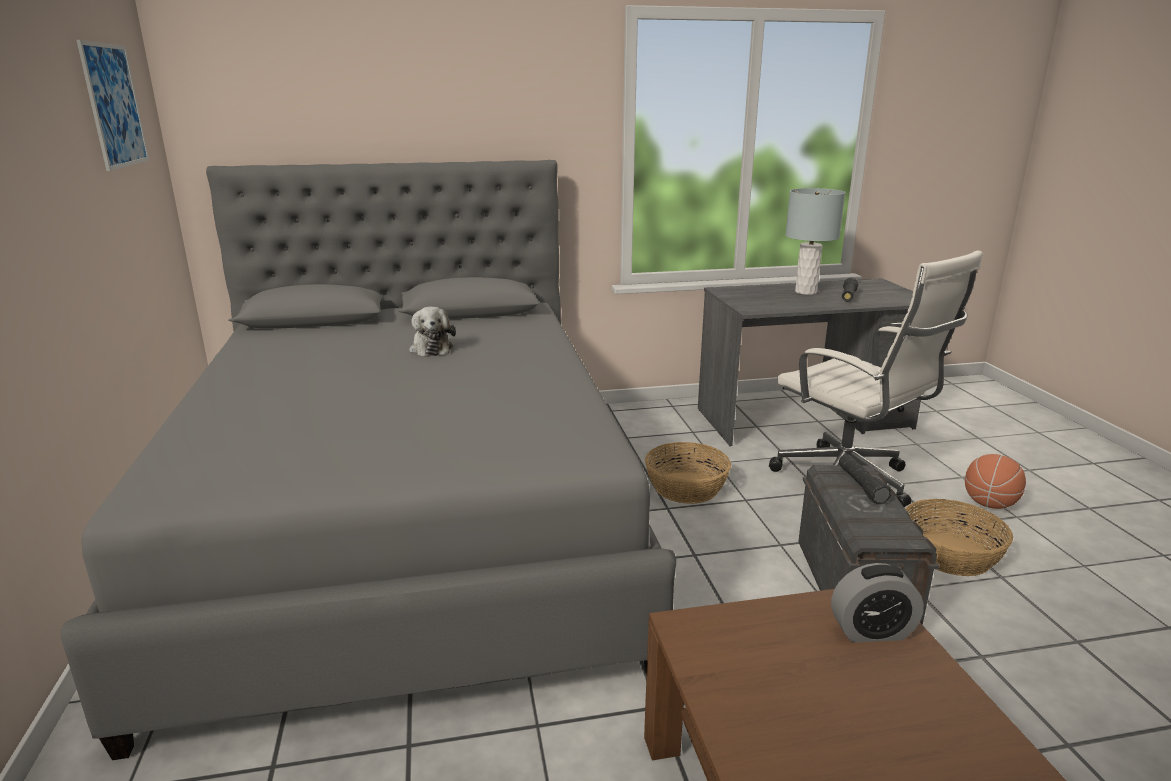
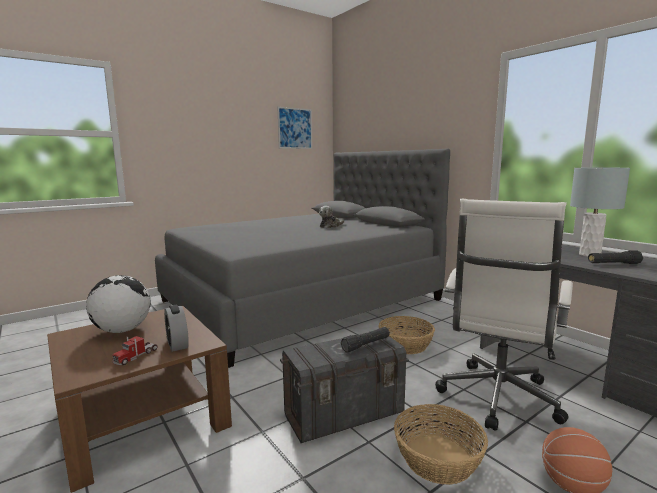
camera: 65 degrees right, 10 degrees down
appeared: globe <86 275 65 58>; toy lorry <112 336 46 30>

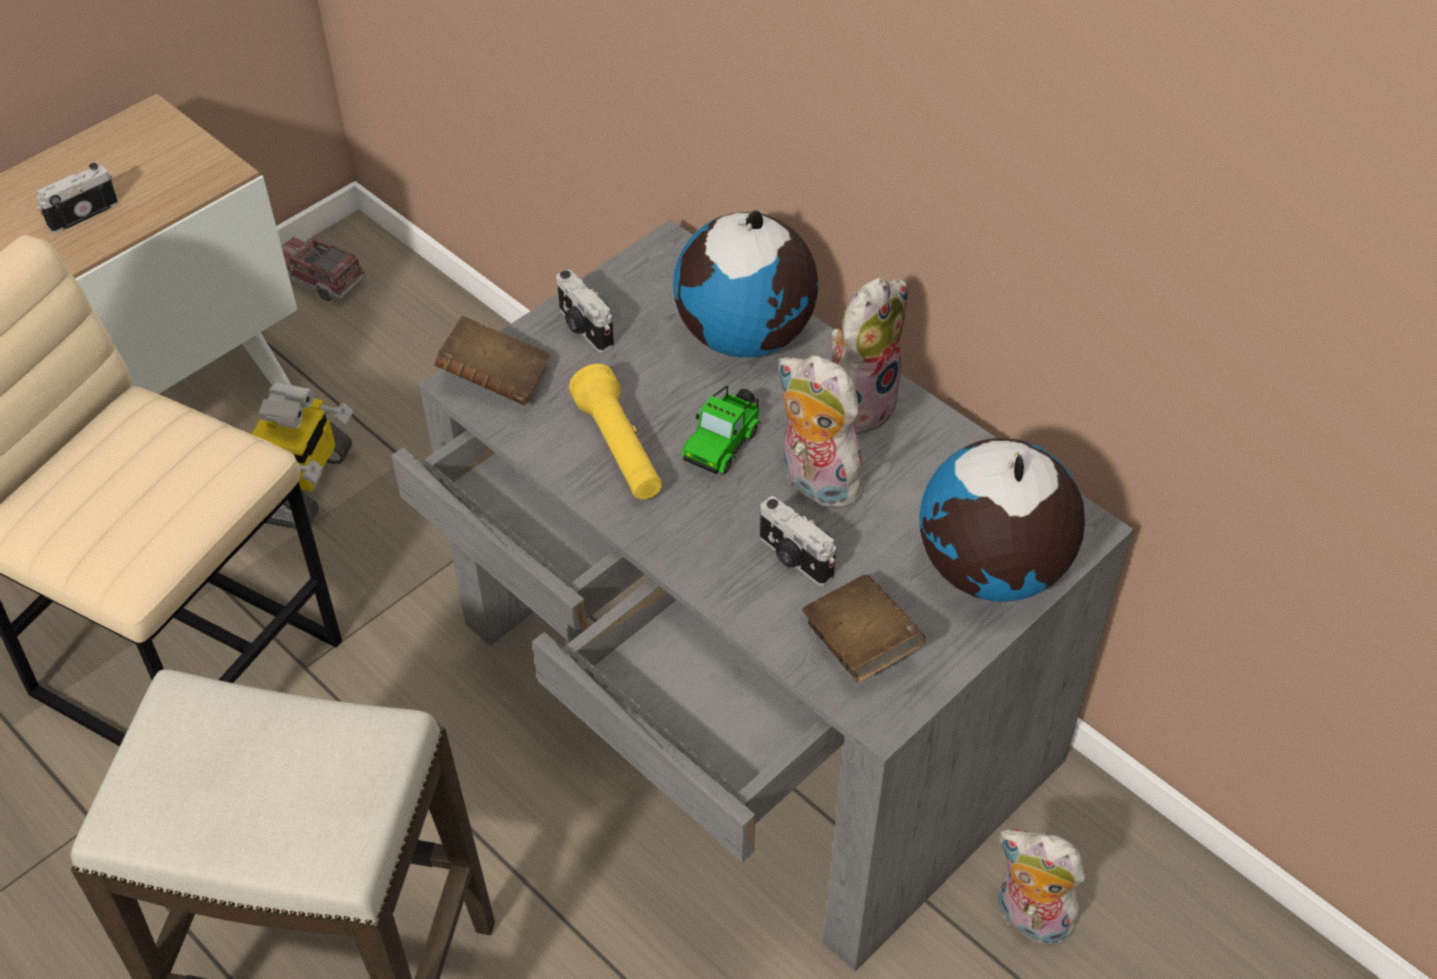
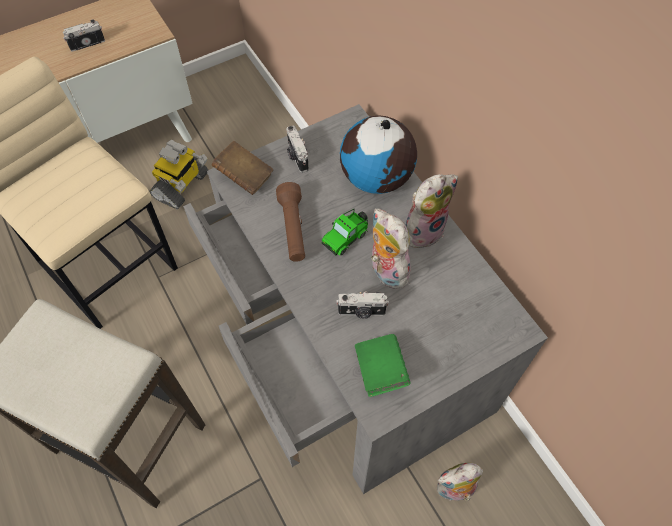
camera: 15 degrees right, 10 degrees up
missing: toy lorry <281 236 86 66>; globe <919 438 166 164>
colour: yellowish flashlight <569 364 93 136> to brown-coloured flashlight <276 182 29 80>; brown-coloured book <802 575 124 107> to green-coloured book <355 334 56 63>
spun: still camera <760 496 76 90> = <336 291 53 28> 60 degrees counterclockwise; plush toy <998 829 87 118> = <437 463 46 39> 60 degrees counterclockwise

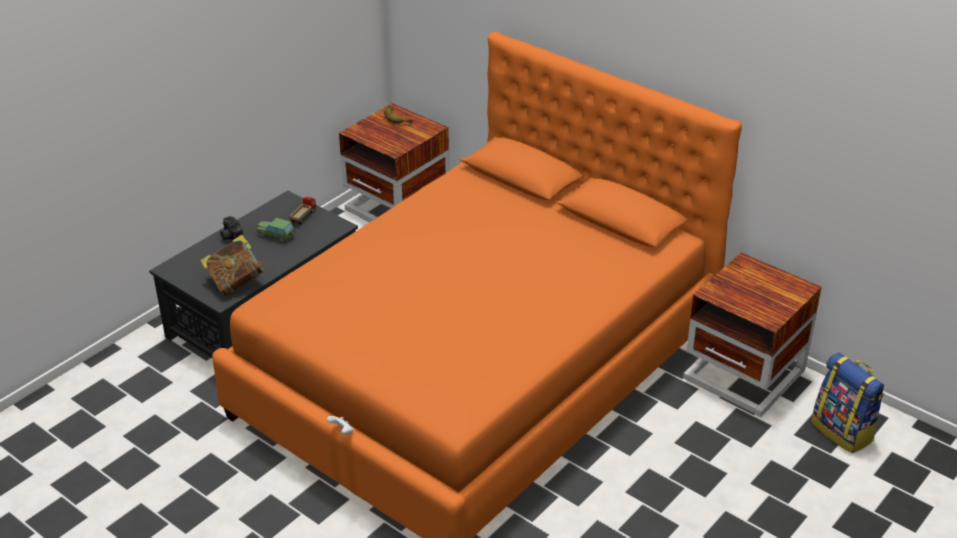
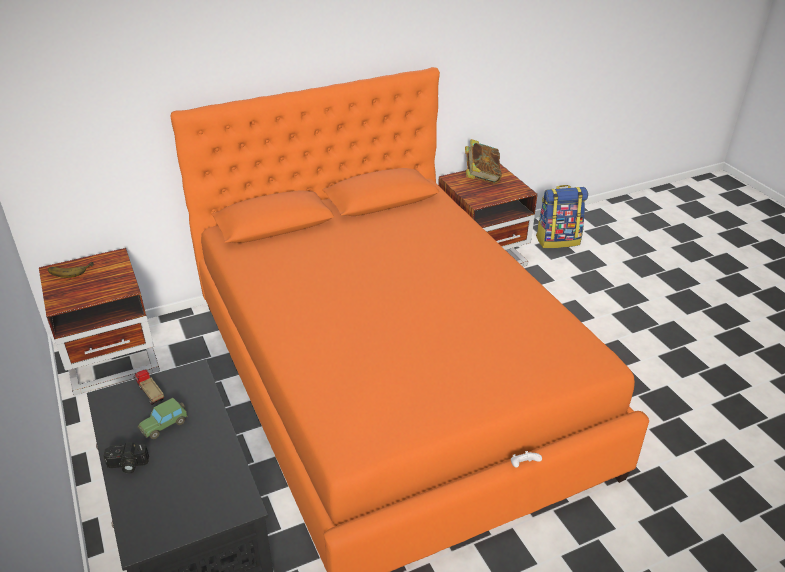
camera: 65 degrees left, 0 degrees up
relocated: book <200 235 66 61> to <465 139 37 45>

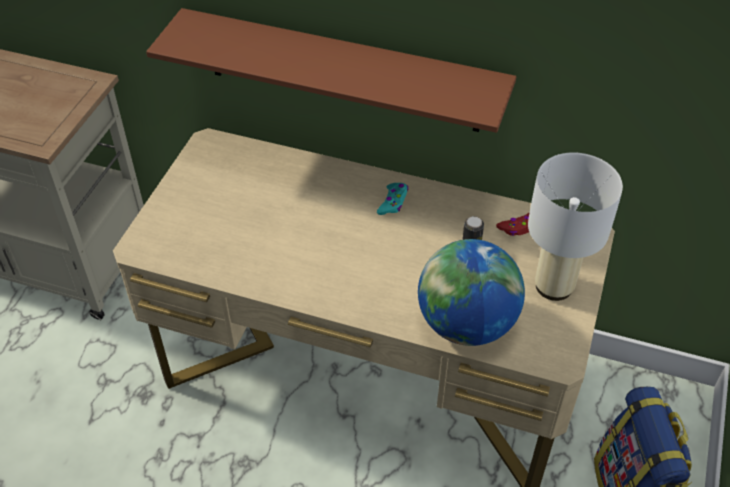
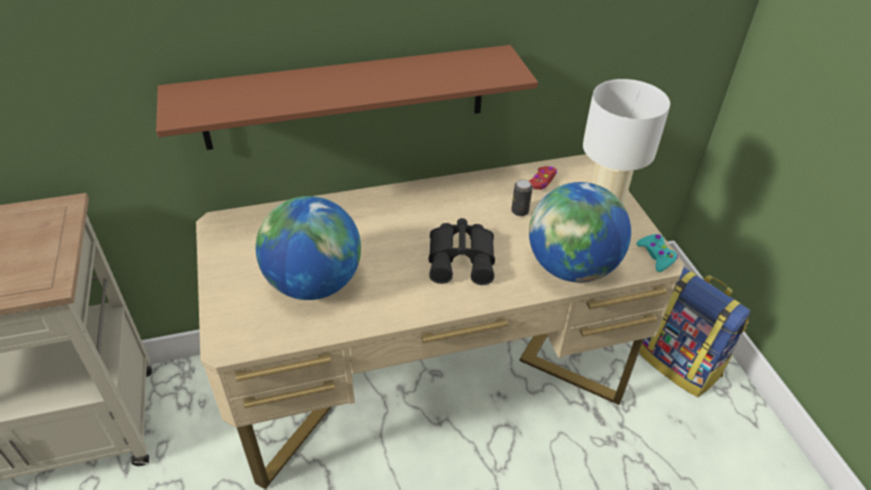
camera: 35 degrees left, 5 degrees down
appeared: globe <256 196 105 104>; blackish pair of binoculars <429 218 66 67>
relocated: turquoise game controller <377 183 31 32> to <636 234 42 38>

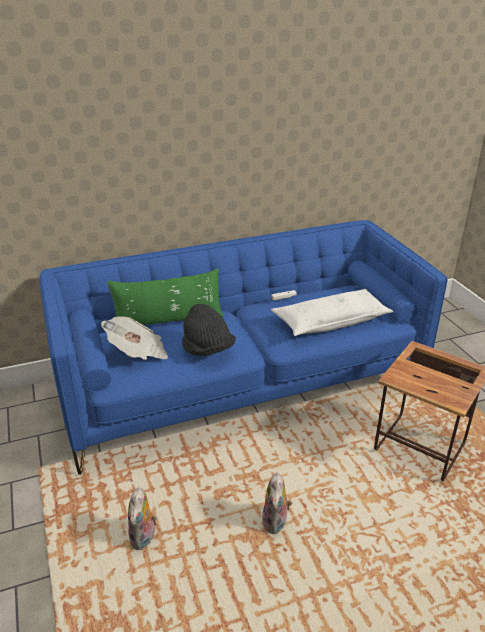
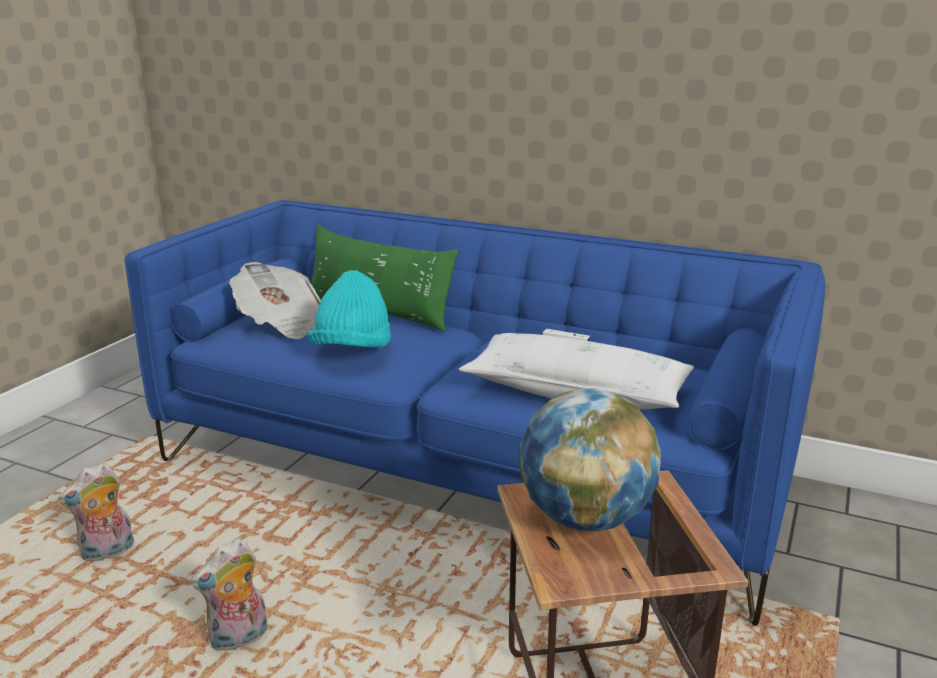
camera: 45 degrees right, 10 degrees down
appeared: globe <519 388 142 143>
colour: blackish hat <182 304 54 52> to turquoise hat <308 270 83 77>

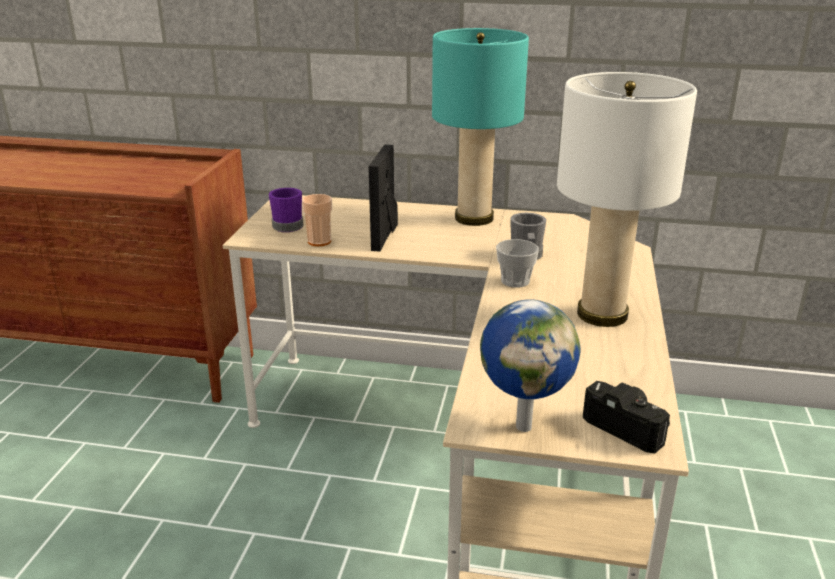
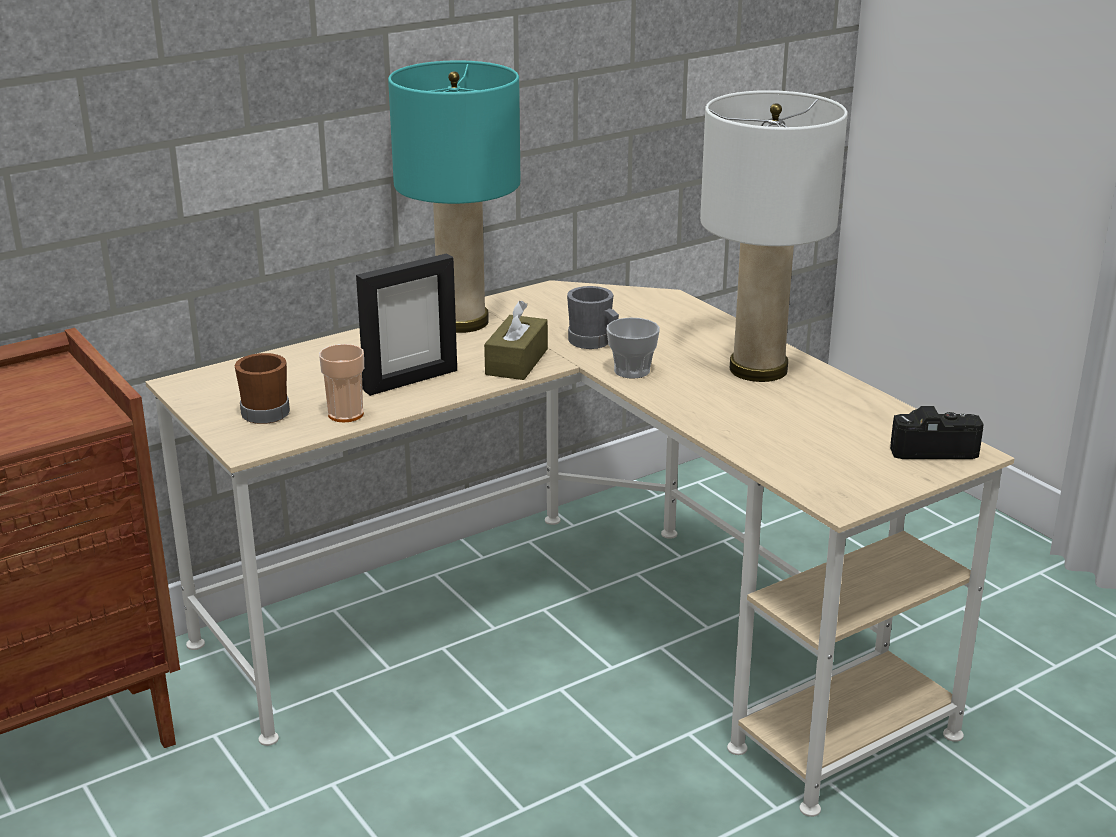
camera: 45 degrees left, 0 degrees up
missing: globe <480 299 100 133>
appeared: brown-coloured tissue holder <484 301 64 79>
colour: purple mug <269 188 34 44> to brown-coloured mug <235 353 55 71>
spun: standing frame <369 145 29 107> = <356 253 101 143> 90 degrees counterclockwise

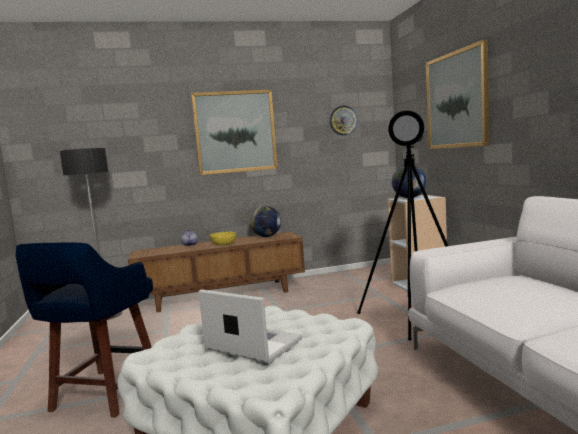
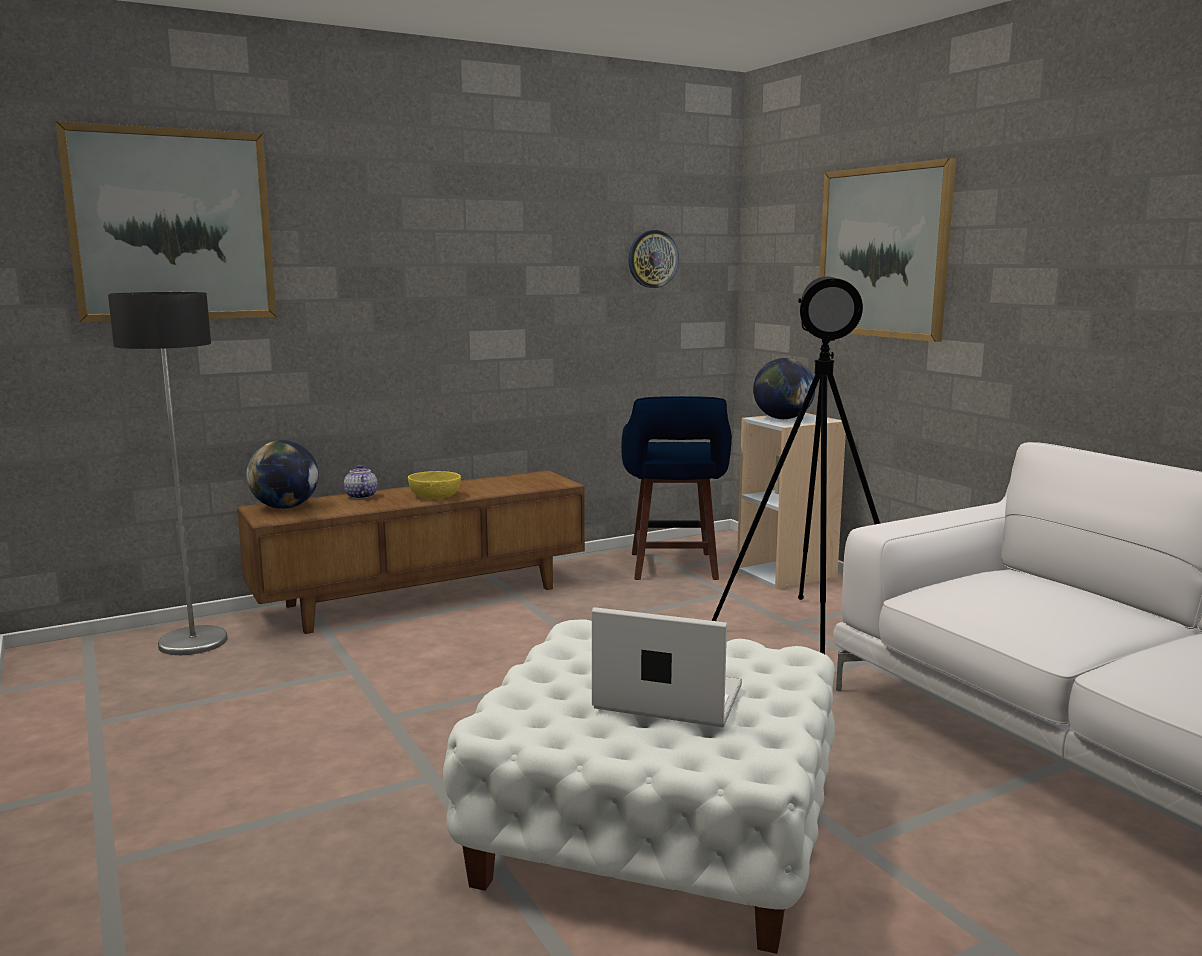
camera: 15 degrees left, 5 degrees up
relocated: wall picture <191 90 87 85> to <55 121 222 202>; globe <250 206 31 31> to <246 440 73 69>; bluish sitting stool <16 242 137 176> to <621 396 111 184>

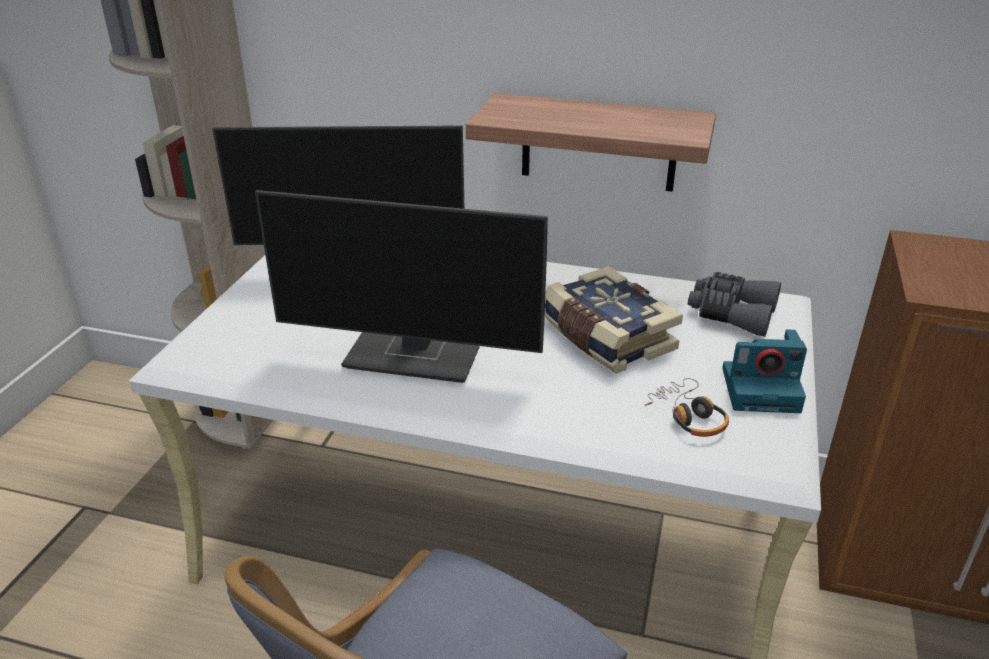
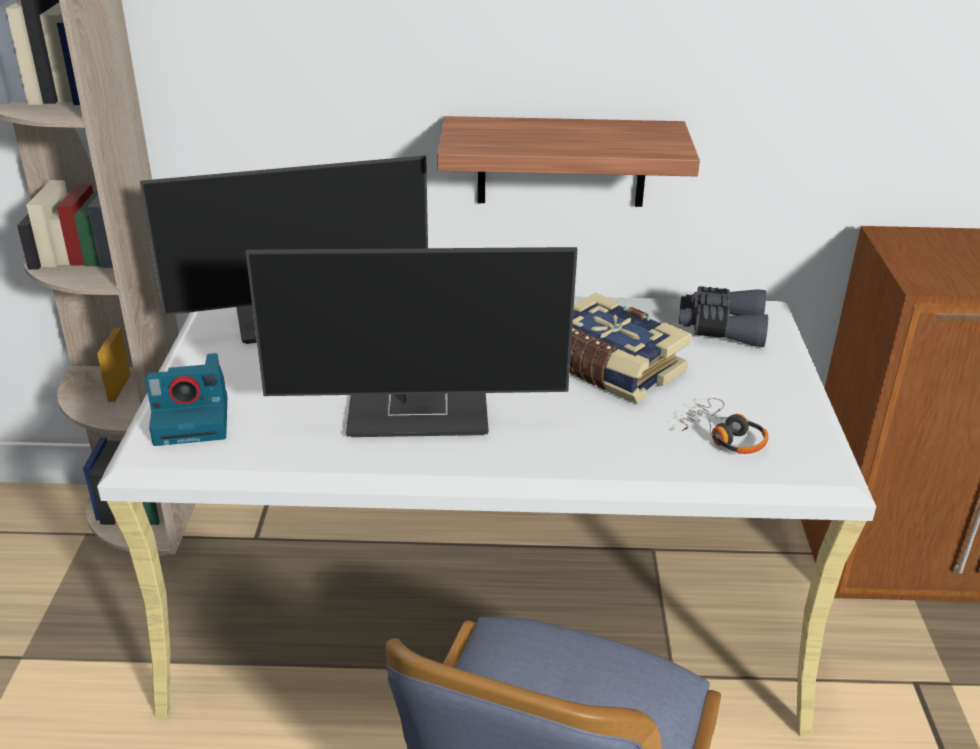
camera: 15 degrees left, 0 degrees up
relocated: still camera <722 330 85 83> to <145 353 82 93>

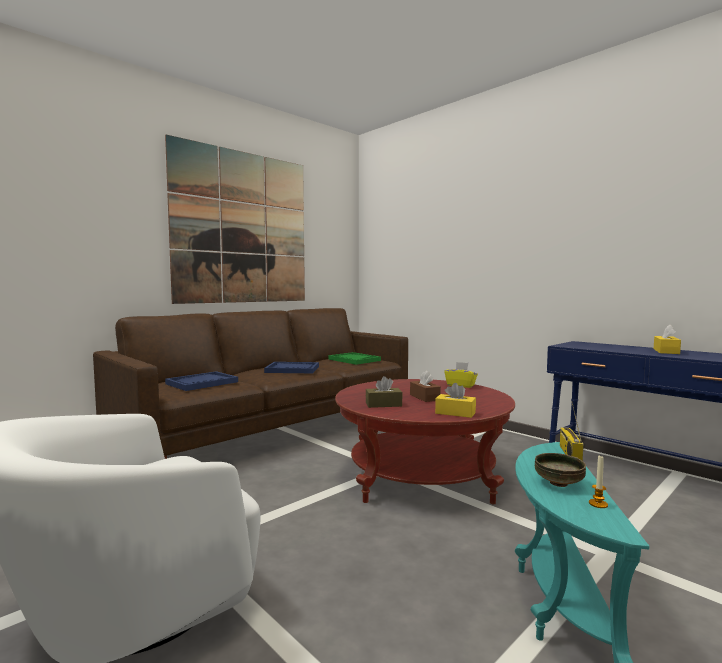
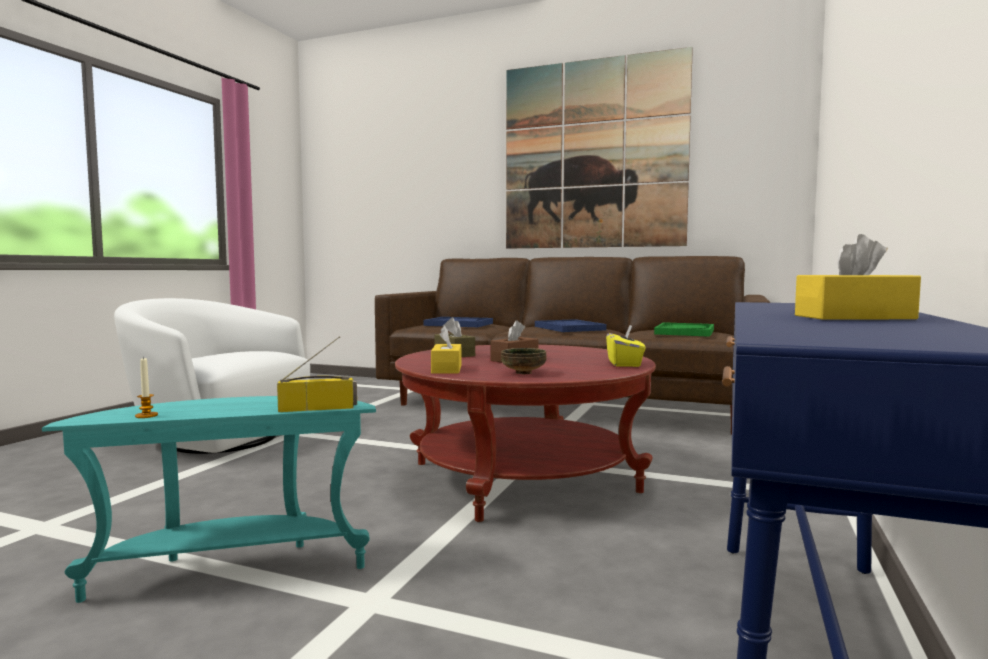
camera: 65 degrees right, 0 degrees up
relocated: deep dish <535 453 51 34> to <501 348 46 26>

